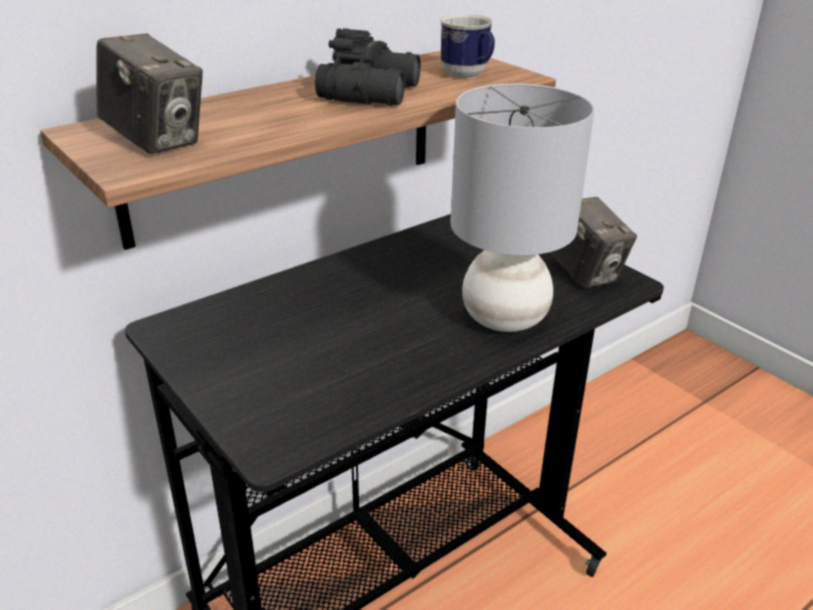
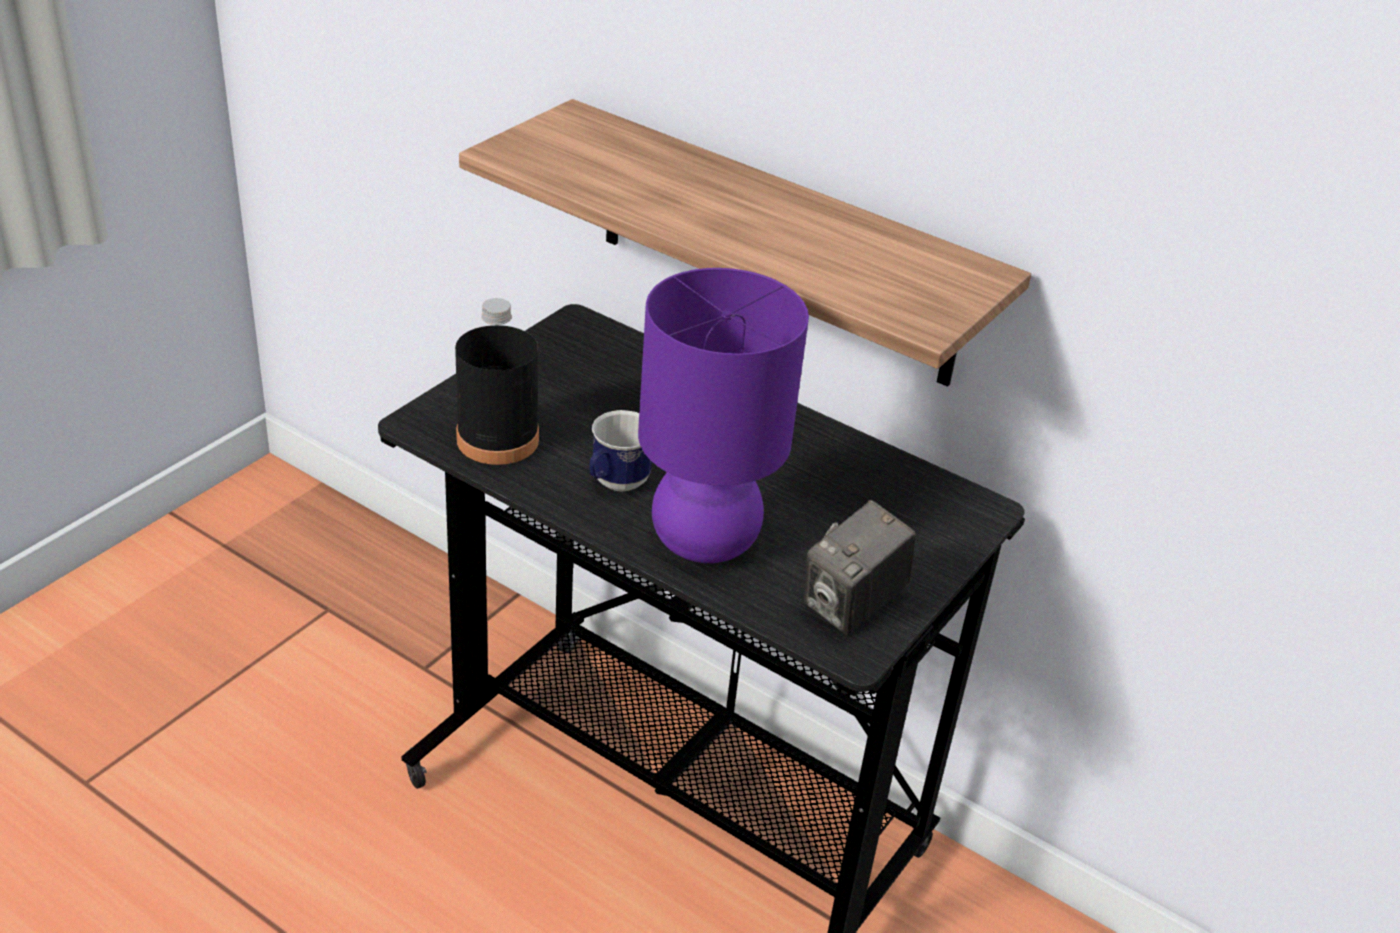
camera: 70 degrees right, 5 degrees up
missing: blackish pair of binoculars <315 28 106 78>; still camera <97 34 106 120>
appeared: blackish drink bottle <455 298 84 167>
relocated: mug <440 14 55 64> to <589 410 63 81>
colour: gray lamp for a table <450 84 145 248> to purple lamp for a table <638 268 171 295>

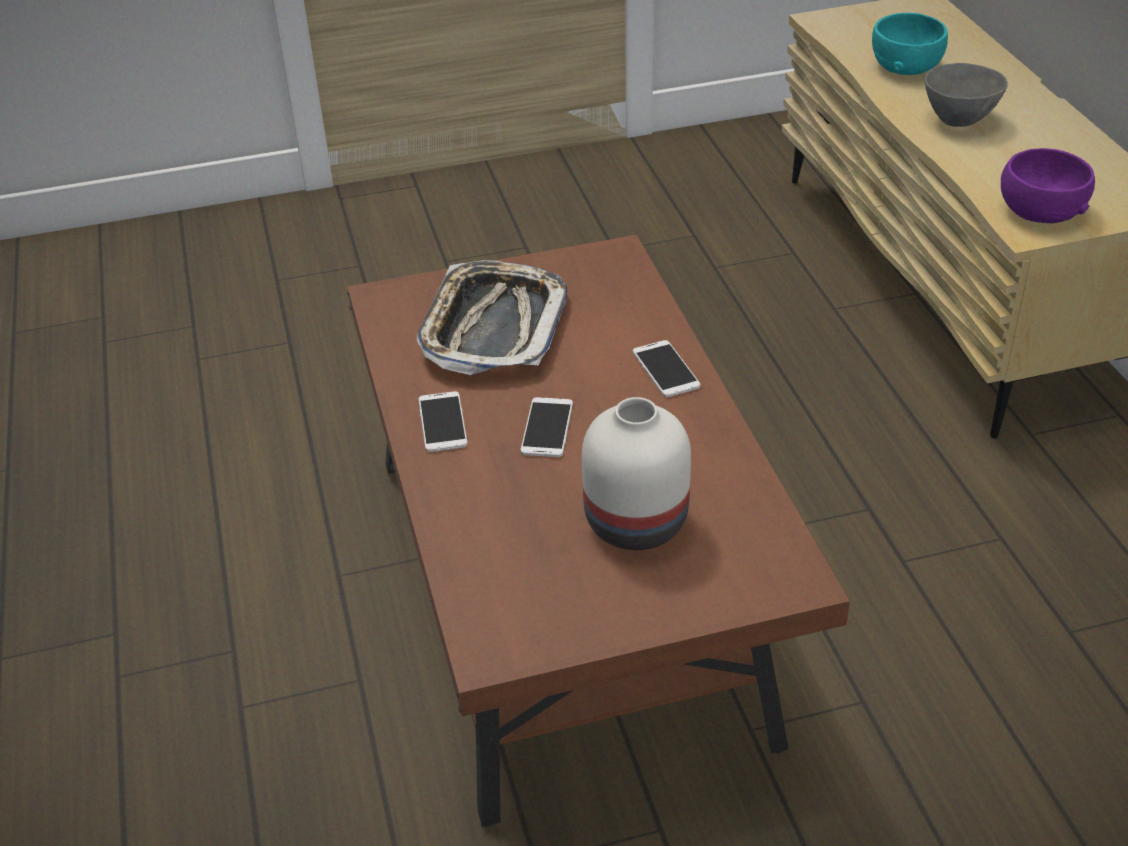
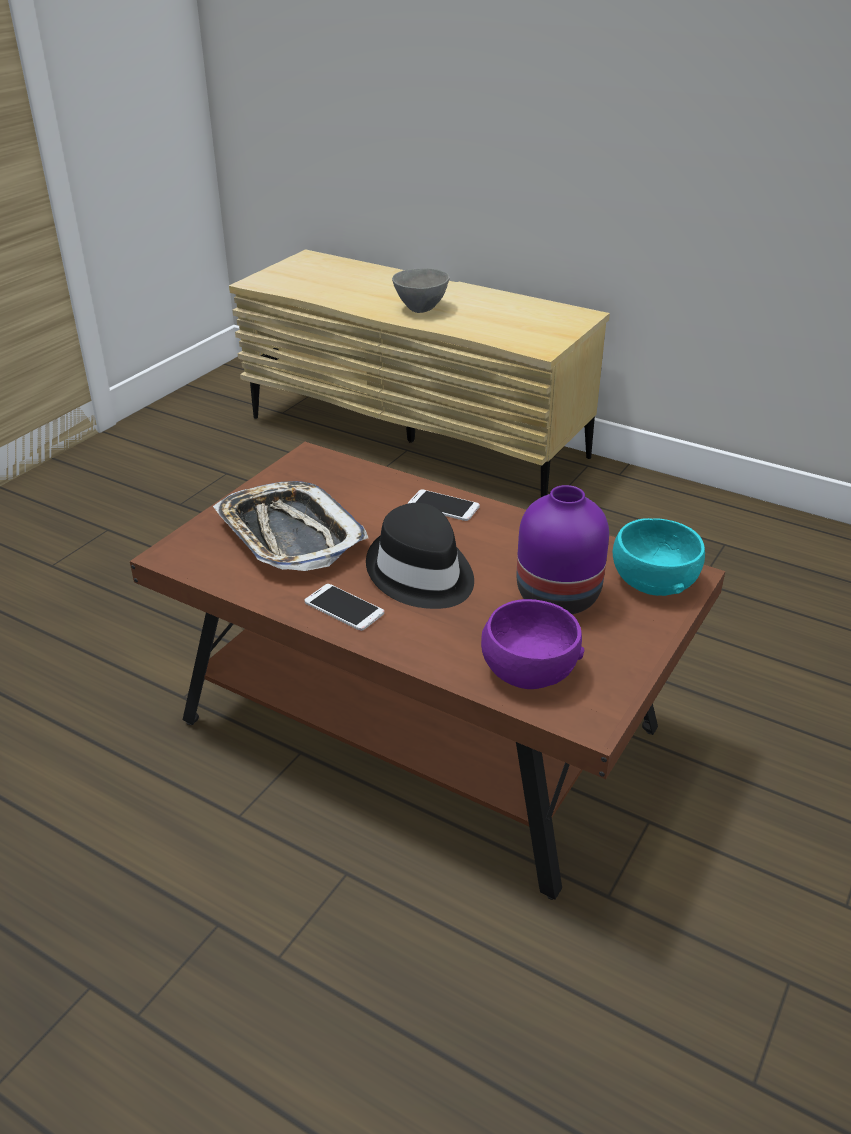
camera: 45 degrees left, 5 degrees down
relocated: turquoise deep dish <872 13 76 62> to <613 518 92 78>; purple deep dish <1001 148 94 75> to <481 599 103 90>
exchanged: handset <520 397 53 60> to blackish hat <366 503 108 106>
colour: whitish decorative vase <582 397 109 153> to purple decorative vase <517 485 92 129>

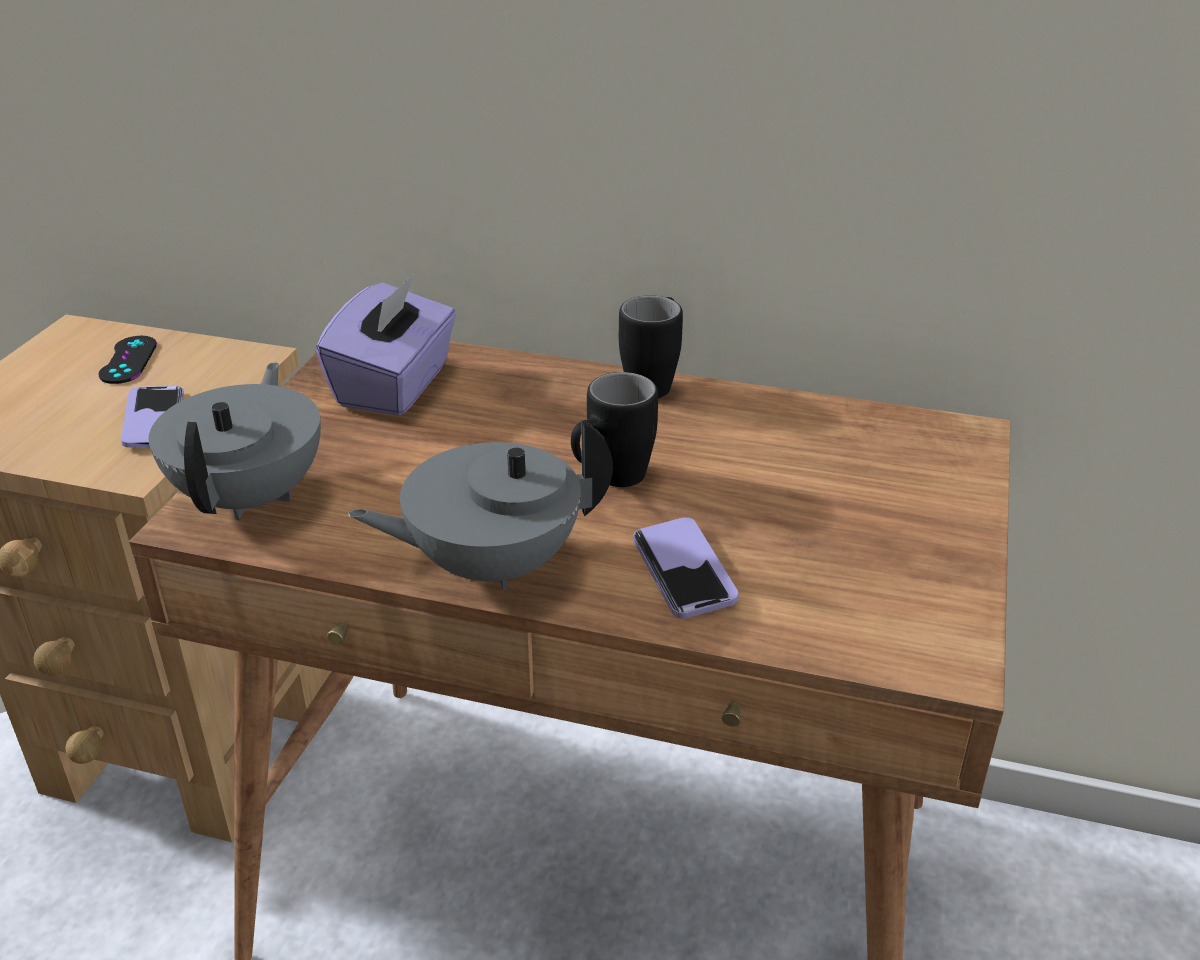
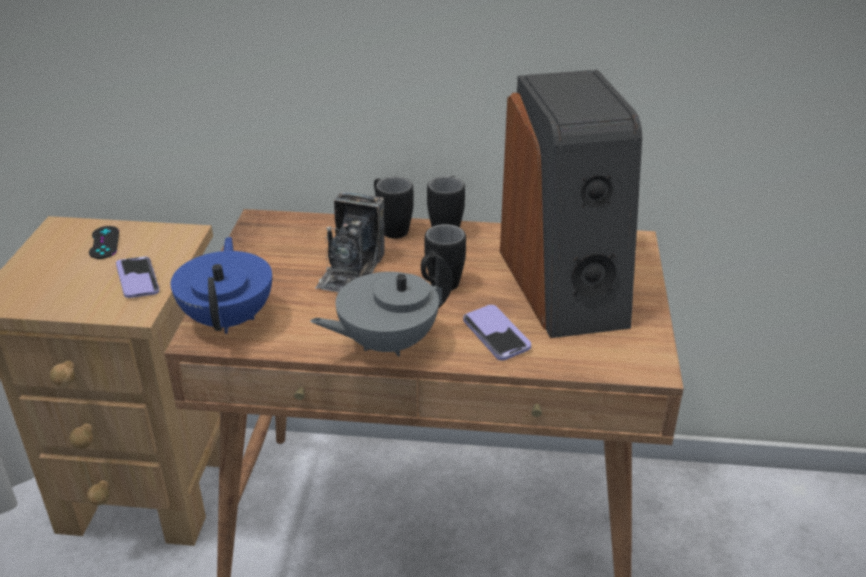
camera: 10 degrees left, 0 degrees up
missing: purple tissue holder <316 275 141 141>
appeared: loudspeaker <500 70 142 268>; blackish mug <374 177 40 62>; still camera <315 192 70 100>
colour: gray pot for tea <149 362 172 158> to bluish pot for tea <171 237 101 97>

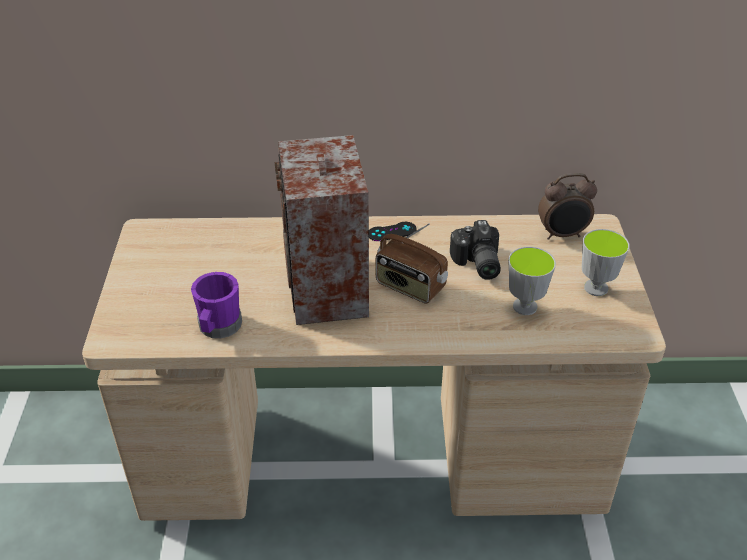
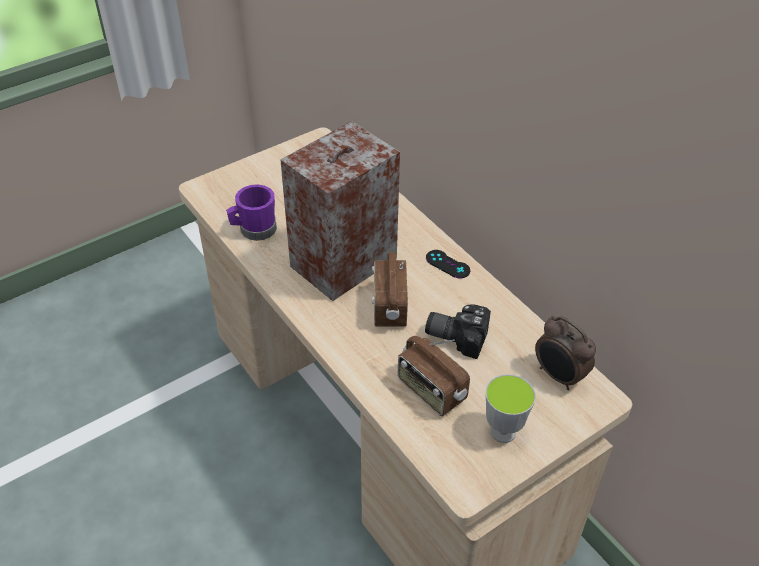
camera: 55 degrees right, 5 degrees up
exchanged: drinking cup <508 247 48 68> to radio set <398 336 72 80>
spun: still camera <450 220 51 60> = <425 304 66 55> 60 degrees clockwise

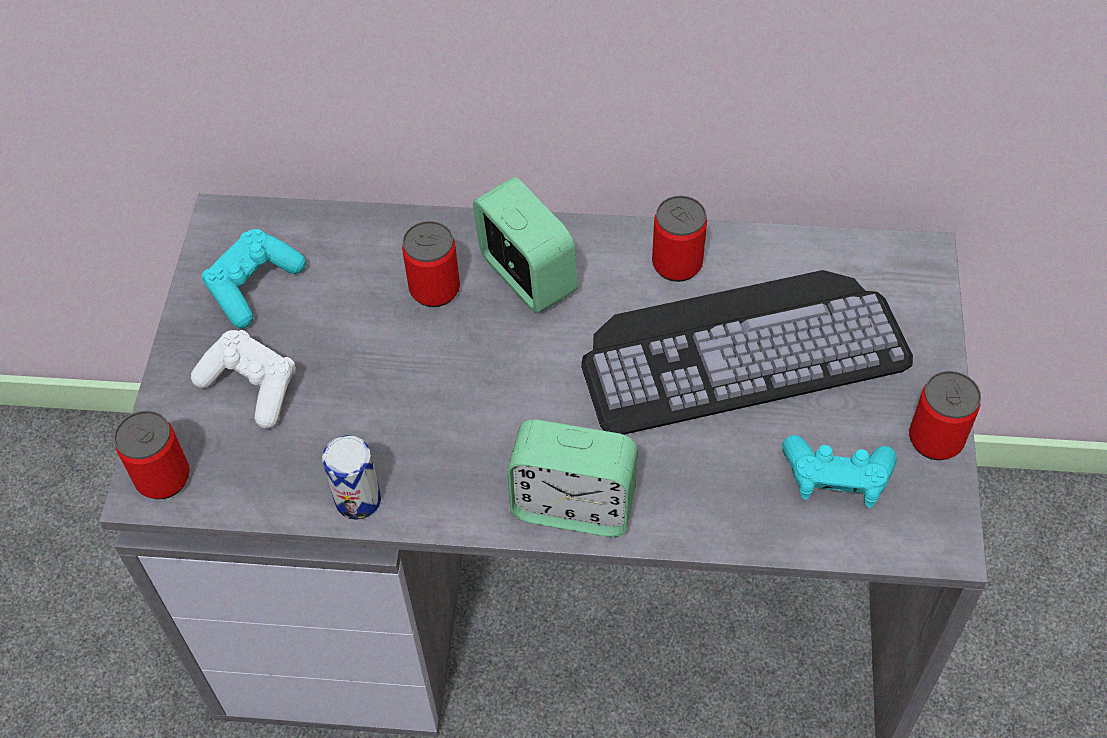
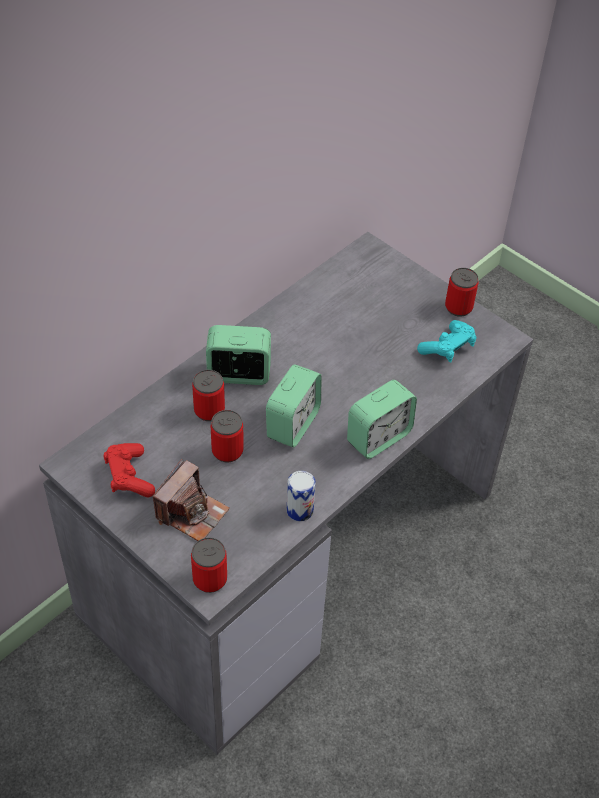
camera: 55 degrees left, 5 degrees down
missing: computer keyboard <581 270 332 165>
appeared: bedside clock <266 364 56 84>
relocated: can <652 196 55 86> to <211 410 33 52>
exchanged: whitish game controller <191 330 105 99> to still camera <153 459 77 82>
colour: turquoise game controller <202 229 104 99> to red game controller <104 443 51 54>

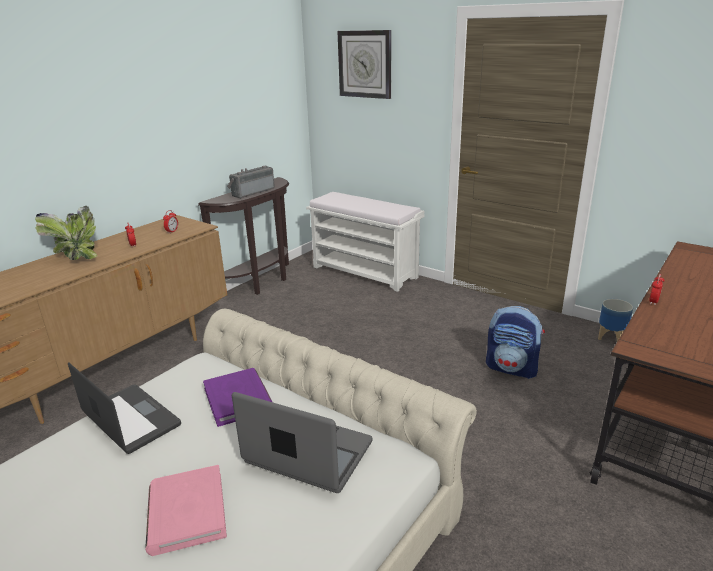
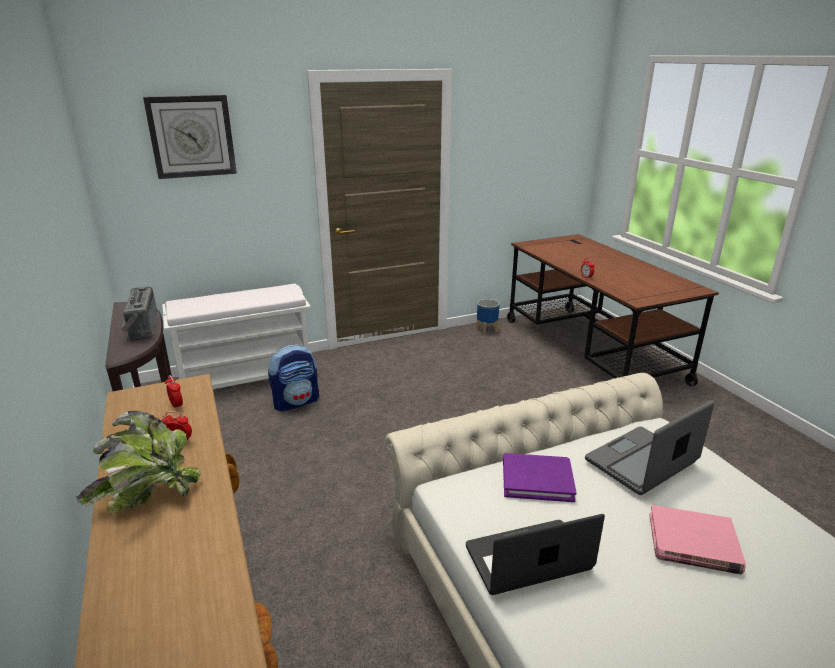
camera: 60 degrees left, 0 degrees up
relocated: rucksack <486 306 59 73> to <268 344 51 67>

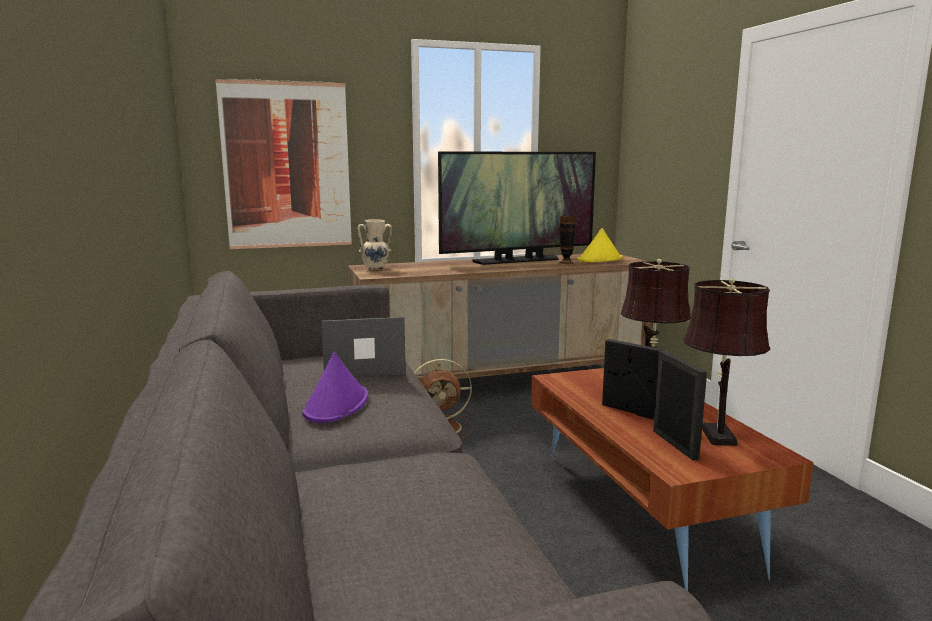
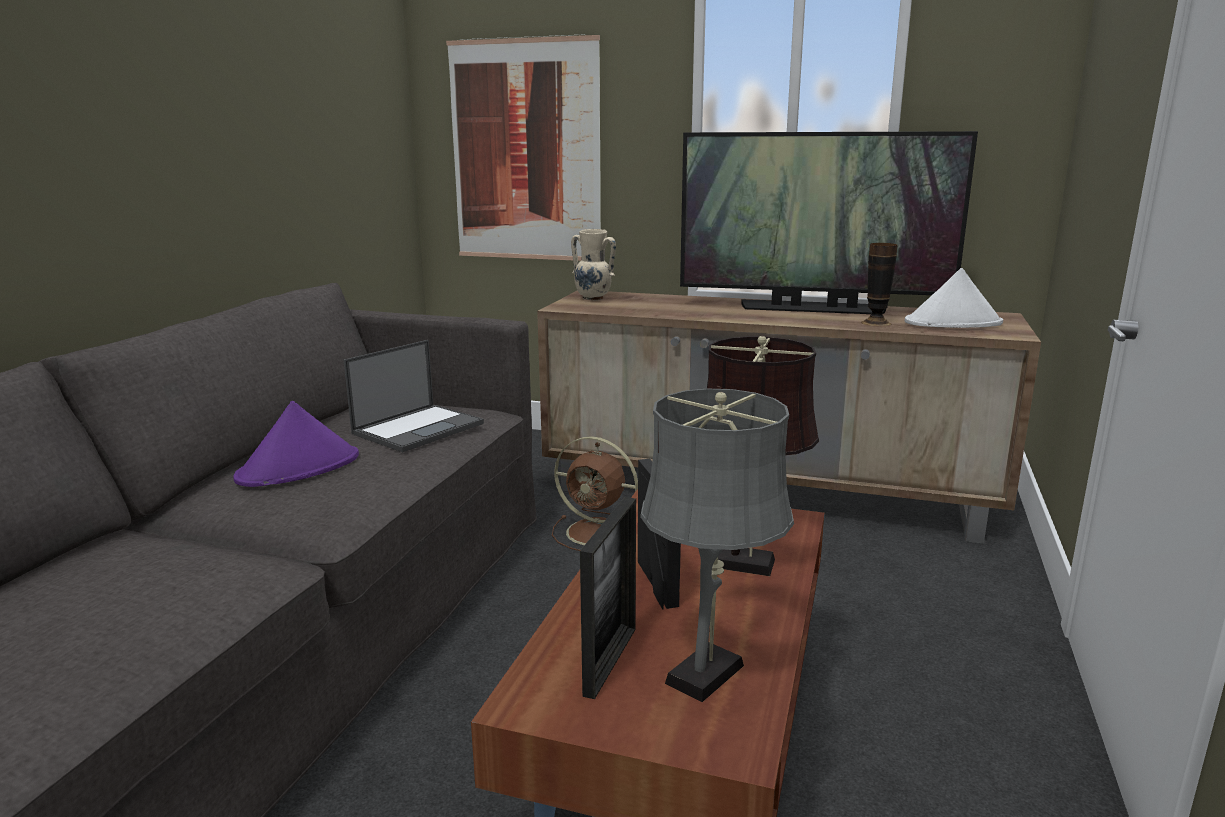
camera: 35 degrees right, 5 degrees up
colour: yellowish hat <578 228 44 34> to whitish hat <905 268 98 60>; brown-coloured lamp for a table <684 278 86 168> to gray lamp for a table <640 388 154 314>
spun: laptop <321 317 85 61> = <344 340 140 112> 105 degrees clockwise

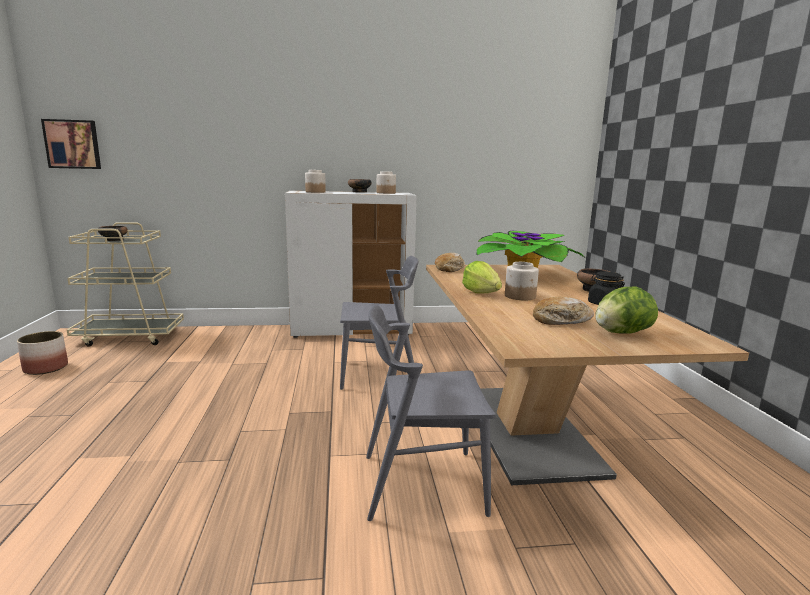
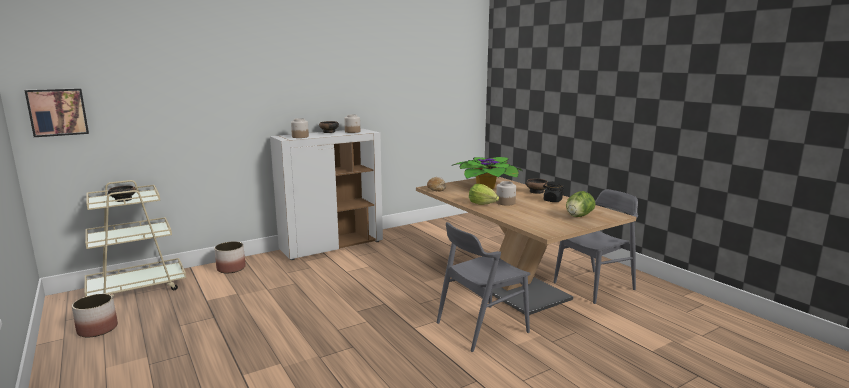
camera: 25 degrees left, 0 degrees up
missing: bakery bread <533 296 61 29>
appeared: plant pot <214 242 32 31>
relocated: gray chair <340 256 78 134> to <553 189 85 115>

